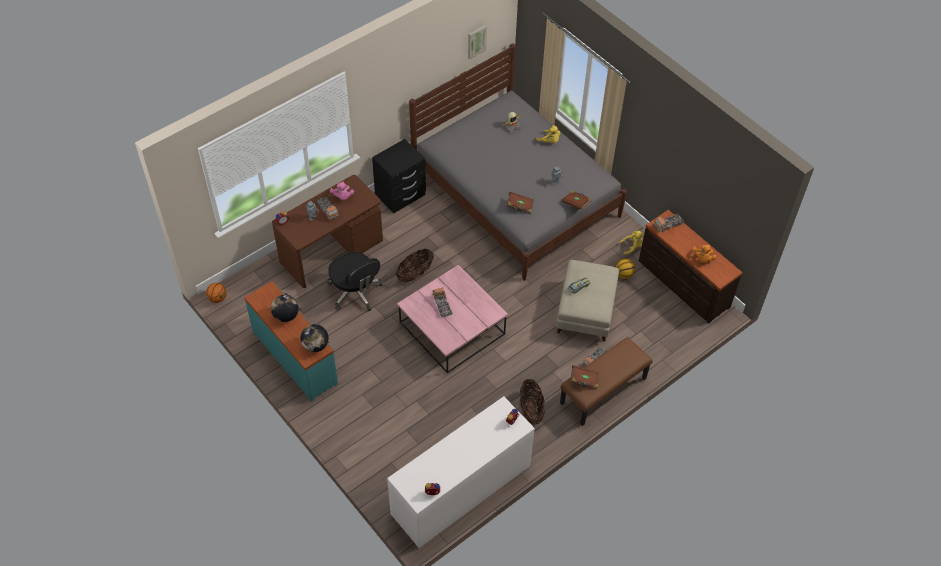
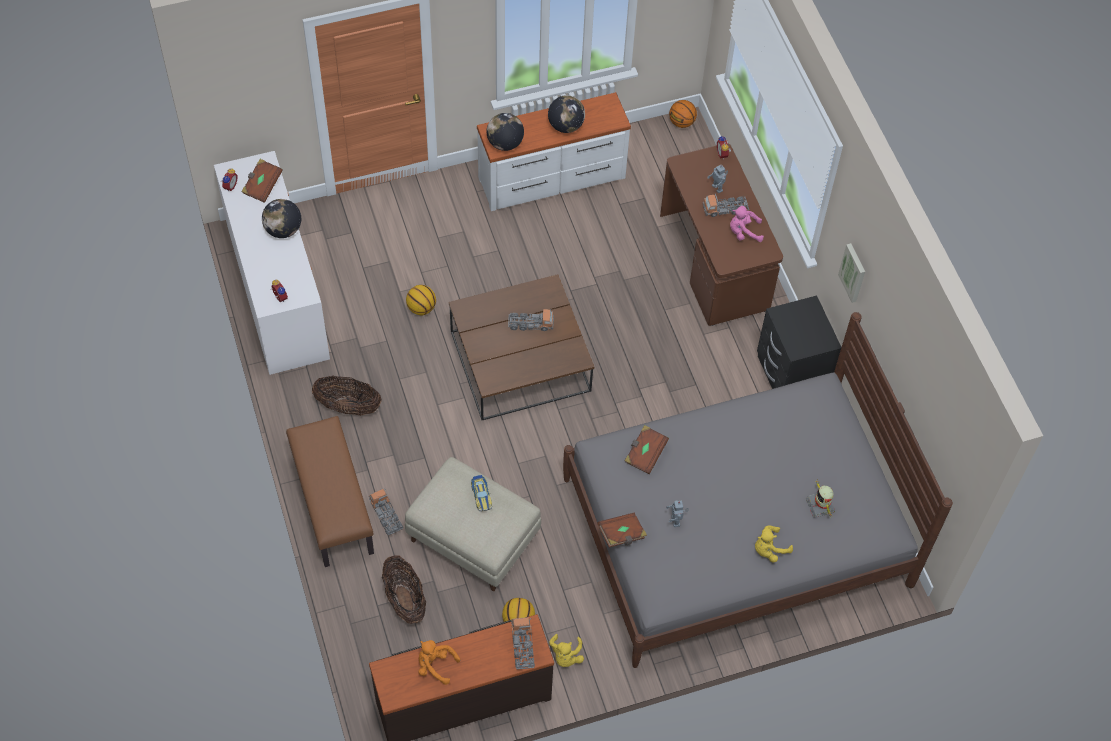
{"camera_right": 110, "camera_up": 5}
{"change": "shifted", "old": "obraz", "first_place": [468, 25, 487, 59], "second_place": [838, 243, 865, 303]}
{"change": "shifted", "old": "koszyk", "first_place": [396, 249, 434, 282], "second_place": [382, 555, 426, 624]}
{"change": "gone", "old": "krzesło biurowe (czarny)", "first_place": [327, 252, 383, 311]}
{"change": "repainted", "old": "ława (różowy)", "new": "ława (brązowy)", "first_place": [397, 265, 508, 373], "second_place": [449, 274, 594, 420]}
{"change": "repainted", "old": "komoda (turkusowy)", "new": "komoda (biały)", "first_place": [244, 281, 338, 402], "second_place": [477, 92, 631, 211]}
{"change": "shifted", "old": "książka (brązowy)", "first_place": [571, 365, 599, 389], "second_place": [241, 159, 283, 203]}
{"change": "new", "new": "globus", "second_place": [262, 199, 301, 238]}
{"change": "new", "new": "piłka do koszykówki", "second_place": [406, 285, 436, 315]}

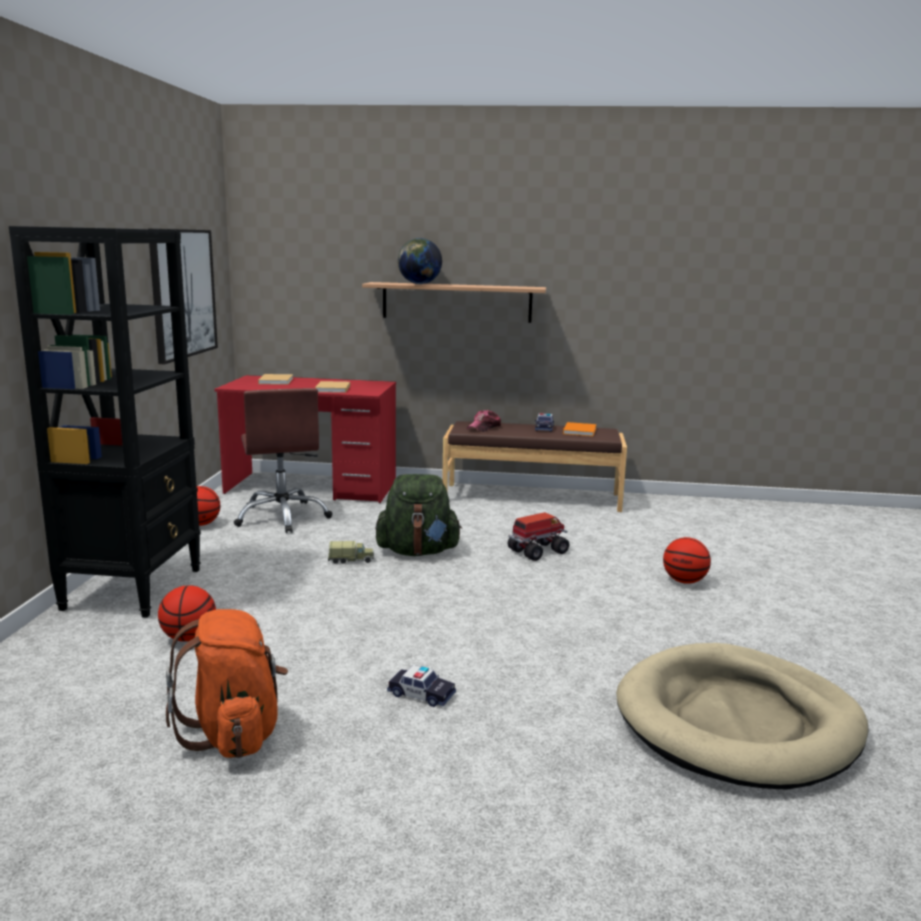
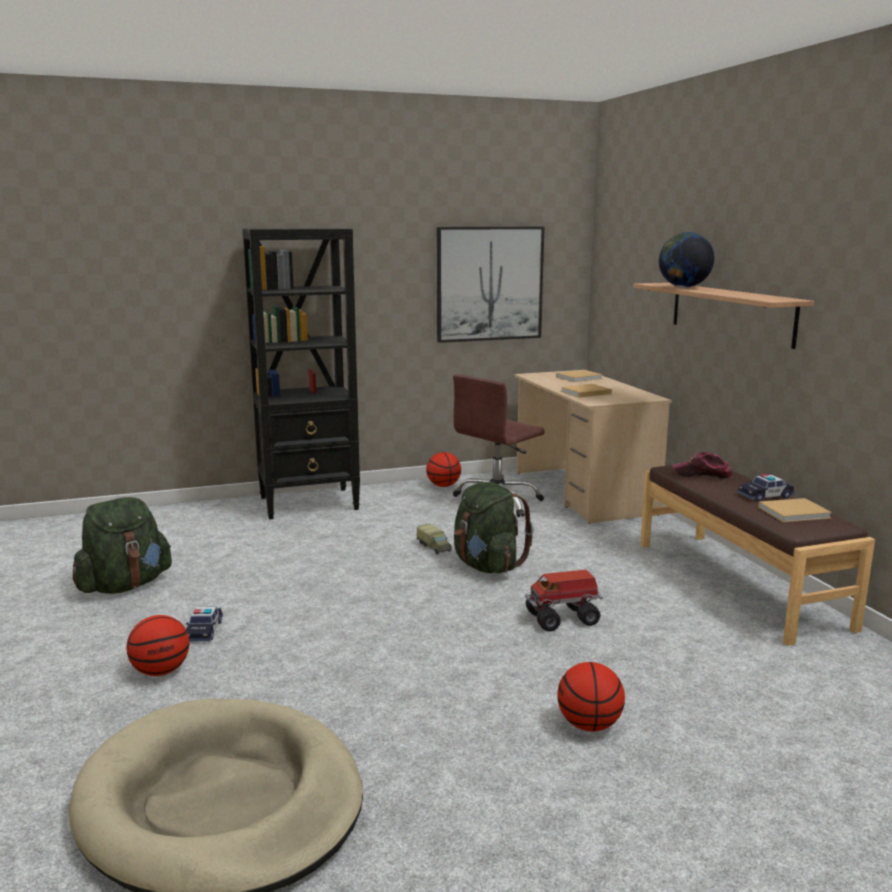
{"camera_right": 65, "camera_up": 0}
{"change": "repainted", "old": "biurko (czerwony)", "new": "biurko (beżowy)", "first_place": [214, 375, 396, 503], "second_place": [514, 370, 672, 524]}
{"change": "repainted", "old": "książka (pomarańczowy)", "new": "książka (beżowy)", "first_place": [563, 422, 597, 436], "second_place": [758, 498, 832, 522]}
{"change": "rotated", "old": "ciężarówka zabawkowa", "first_place": [508, 512, 569, 561], "second_place": [525, 570, 603, 632], "degrees": 135}
{"change": "shifted", "old": "piłka do koszykówki", "first_place": [158, 585, 216, 642], "second_place": [126, 615, 189, 676]}
{"change": "repainted", "old": "plecak (pomarańczowy)", "new": "plecak (zielony)", "first_place": [166, 609, 288, 758], "second_place": [73, 497, 172, 594]}

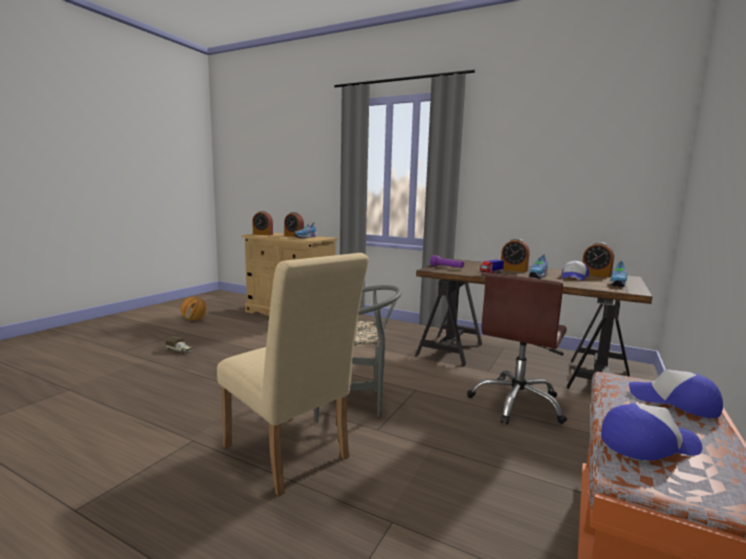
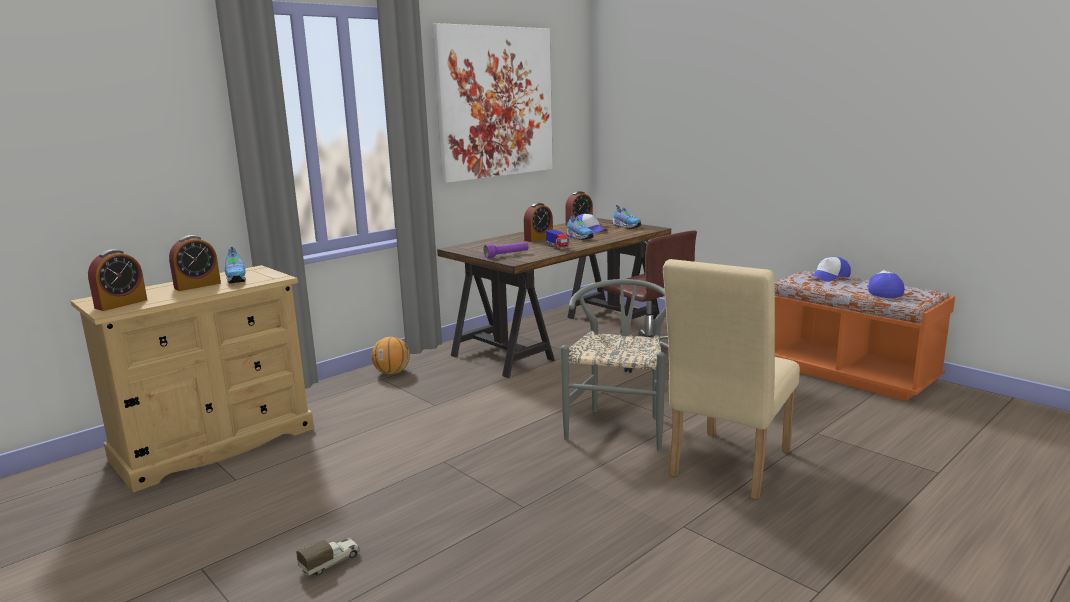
{"camera_right": -70, "camera_up": 5}
{"change": "rotated", "old": "krzesło (beżowy)", "first_place": [217, 253, 369, 497], "second_place": [663, 259, 800, 500], "degrees": 150}
{"change": "shifted", "old": "piłka do koszykówki", "first_place": [181, 297, 207, 321], "second_place": [371, 337, 410, 375]}
{"change": "new", "new": "obraz", "second_place": [432, 23, 553, 183]}

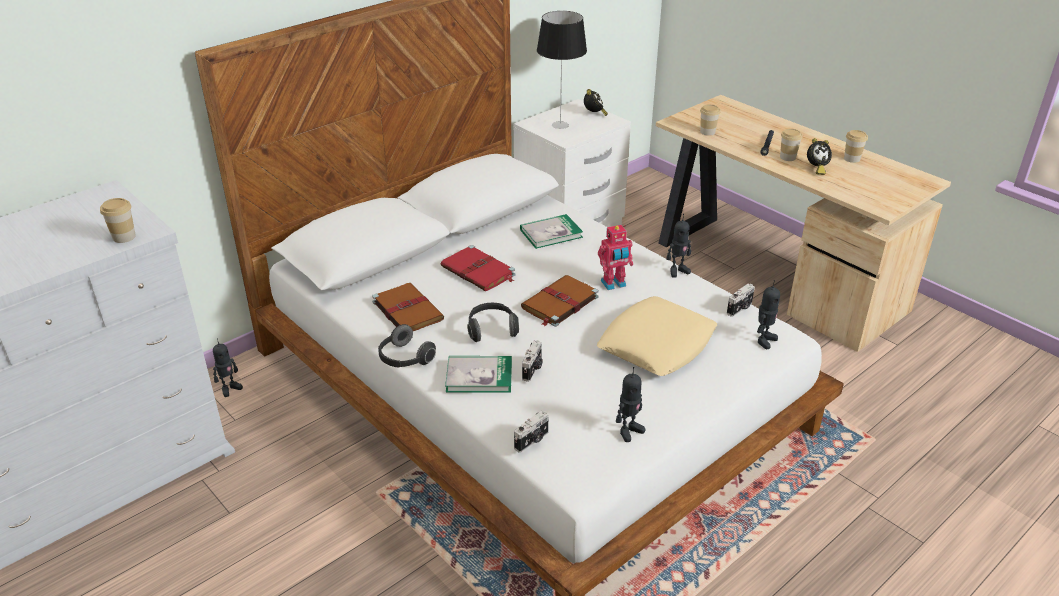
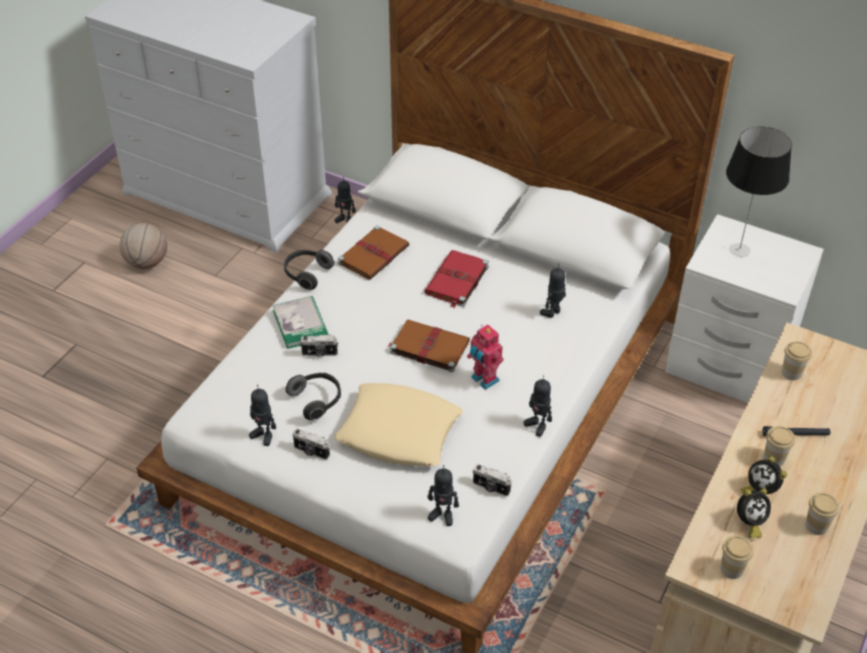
{"camera_right": 70, "camera_up": 10}
{"change": "shifted", "old": "budzik", "first_place": [584, 89, 608, 116], "second_place": [737, 488, 771, 538]}
{"change": "shifted", "old": "filiżanka", "first_place": [100, 198, 136, 243], "second_place": [720, 535, 754, 579]}
{"change": "swapped", "old": "książka", "new": "robot zabawkowy", "first_place": [520, 214, 583, 249], "second_place": [540, 263, 566, 318]}
{"change": "shifted", "old": "słuchawki", "first_place": [467, 303, 519, 342], "second_place": [286, 373, 341, 420]}
{"change": "shifted", "old": "aparat fotograficzny", "first_place": [514, 411, 548, 453], "second_place": [293, 429, 330, 460]}
{"change": "new", "new": "piłka do koszykówki", "second_place": [120, 223, 167, 269]}

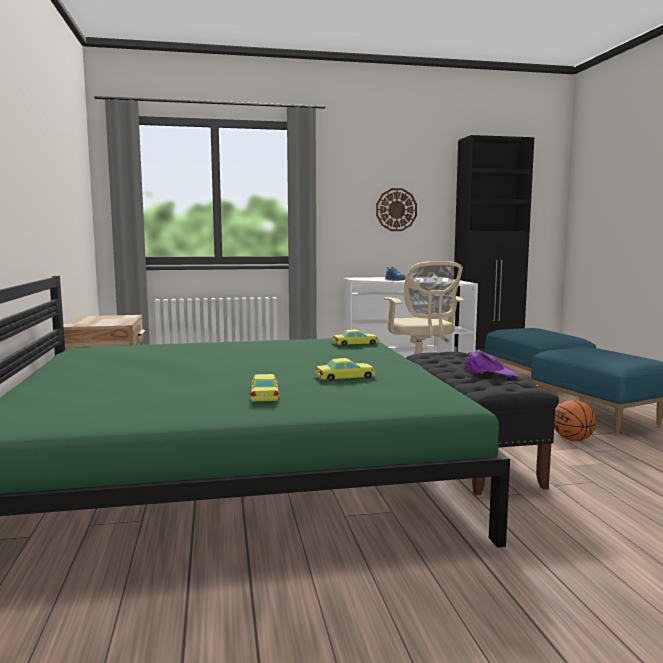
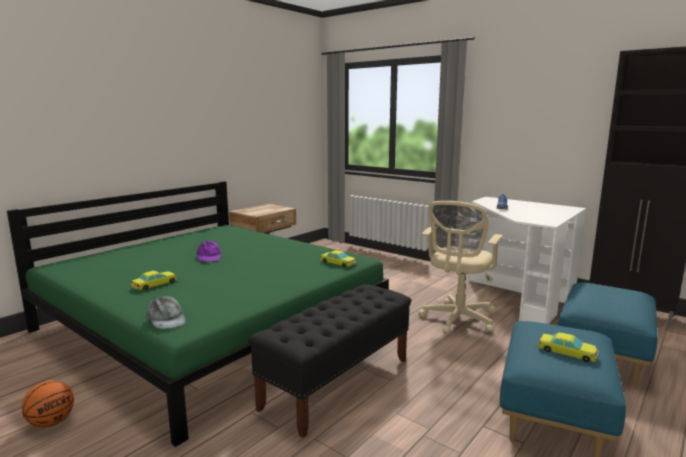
{"camera_right": 50, "camera_up": 5}
{"change": "gone", "old": "zegar ścienny", "first_place": [376, 188, 417, 231]}
{"change": "shifted", "old": "czapka z daszkiem (fioletowy)", "first_place": [464, 350, 517, 376], "second_place": [197, 241, 221, 262]}
{"change": "shifted", "old": "samochodzik (żółty)", "first_place": [314, 358, 376, 381], "second_place": [537, 332, 599, 362]}
{"change": "shifted", "old": "piłka do koszykówki", "first_place": [554, 400, 596, 441], "second_place": [22, 380, 74, 428]}
{"change": "new", "new": "czapka z daszkiem (szary)", "second_place": [146, 296, 186, 329]}

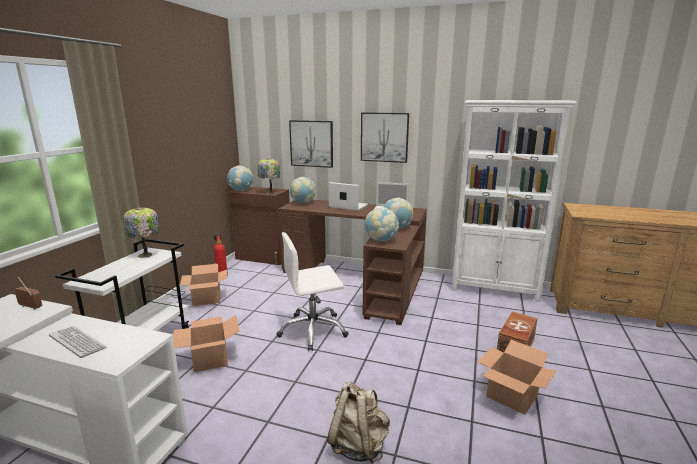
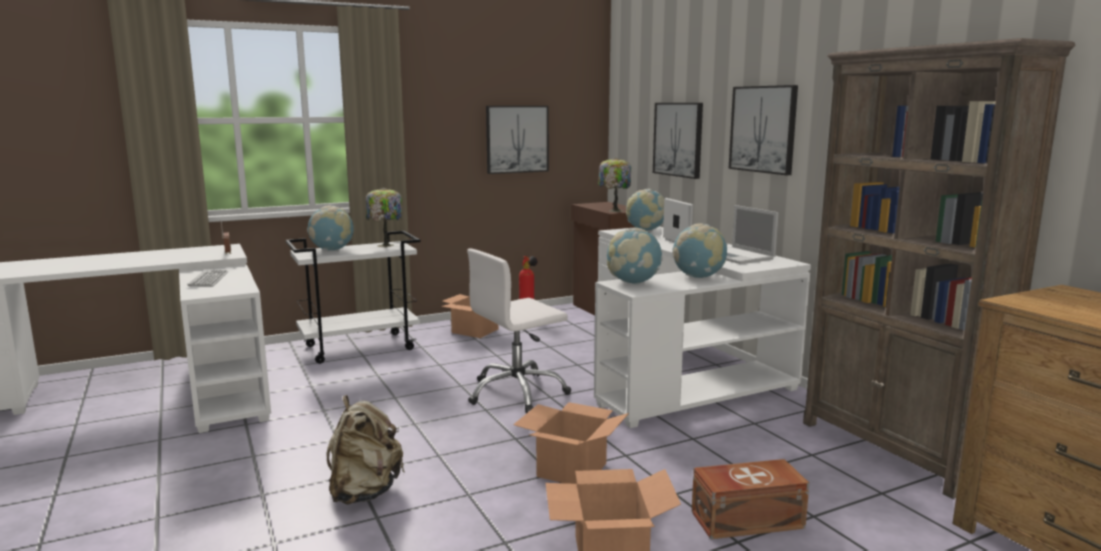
{"camera_right": 45, "camera_up": -5}
{"change": "repainted", "old": "regał (biały)", "new": "regał (brązowy)", "first_place": [452, 100, 577, 302], "second_place": [803, 38, 1075, 499]}
{"change": "shifted", "old": "globus", "first_place": [227, 165, 253, 191], "second_place": [307, 206, 354, 250]}
{"change": "repainted", "old": "biurko (brązowy)", "new": "biurko (biały)", "first_place": [278, 200, 427, 325], "second_place": [594, 226, 811, 428]}
{"change": "rotated", "old": "krzesło biurowe (biały)", "first_place": [277, 232, 349, 351], "second_place": [467, 249, 571, 413], "degrees": -60}
{"change": "shifted", "old": "karton", "first_place": [173, 315, 239, 372], "second_place": [513, 402, 629, 484]}
{"change": "new", "new": "obraz", "second_place": [486, 106, 549, 174]}

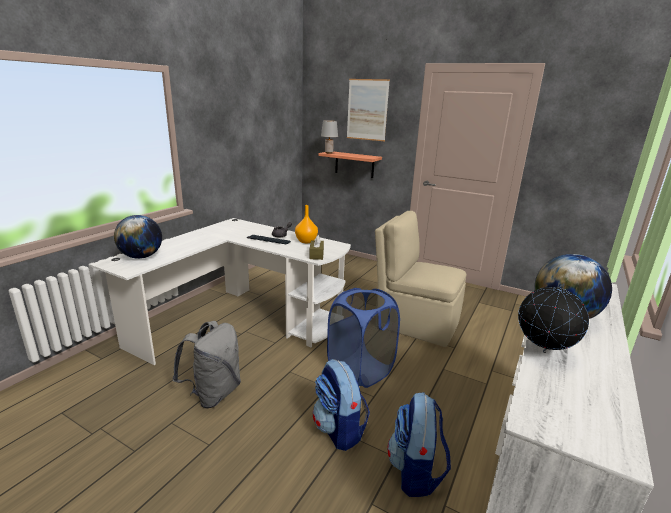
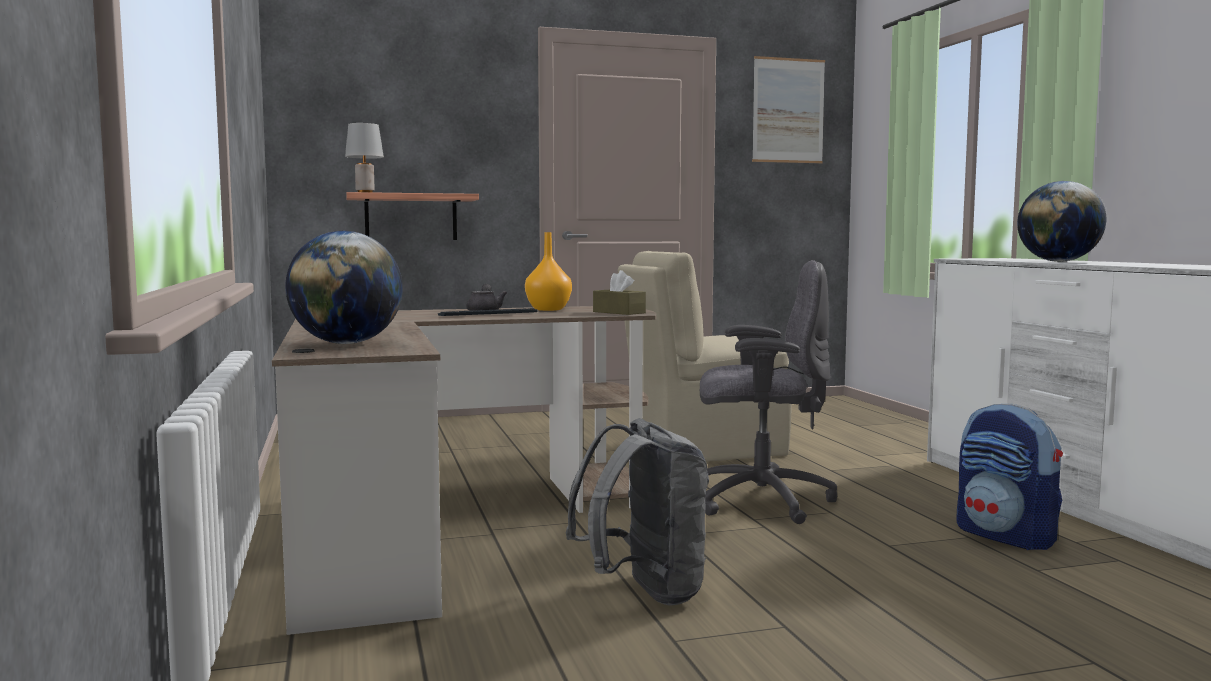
{"camera_right": -45, "camera_up": -15}
{"change": "shifted", "old": "obraz", "first_place": [347, 79, 390, 141], "second_place": [752, 56, 825, 163]}
{"change": "repainted", "old": "biurko (biały)", "new": "biurko (brązowy)", "first_place": [89, 218, 351, 365], "second_place": [272, 306, 656, 635]}
{"change": "gone", "old": "globus", "first_place": [518, 283, 589, 353]}
{"change": "swapped", "old": "kosz na pranie (niebieski)", "new": "krzesło biurowe (szary)", "first_place": [327, 288, 400, 388], "second_place": [700, 260, 837, 524]}
{"change": "gone", "old": "plecak", "first_place": [313, 359, 370, 451]}

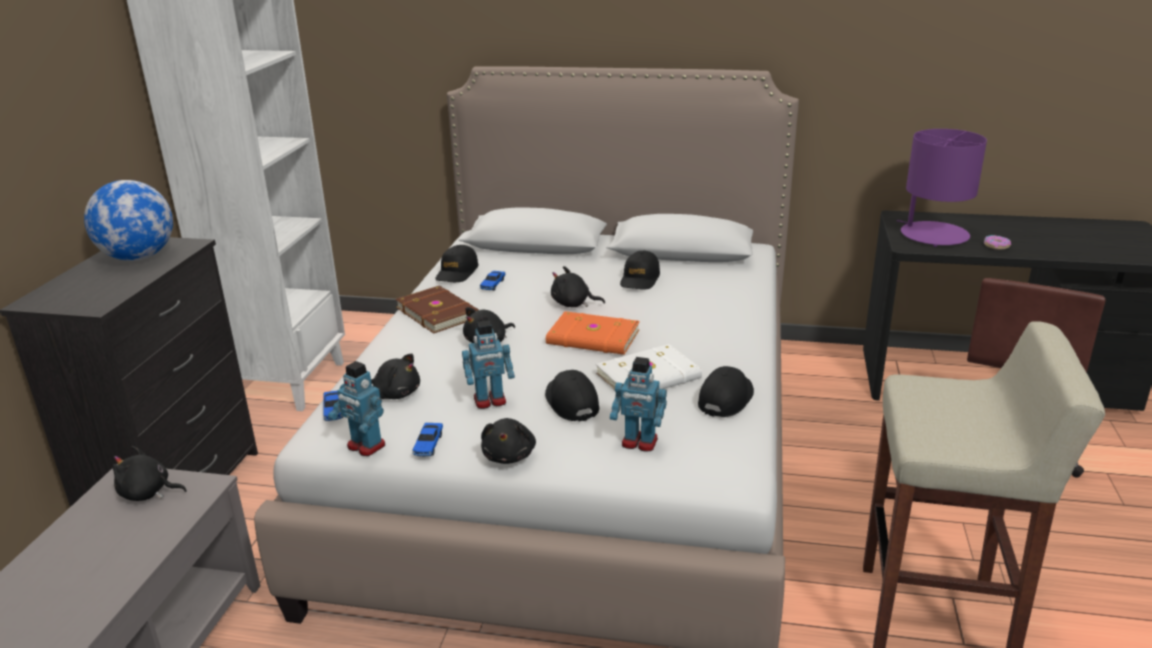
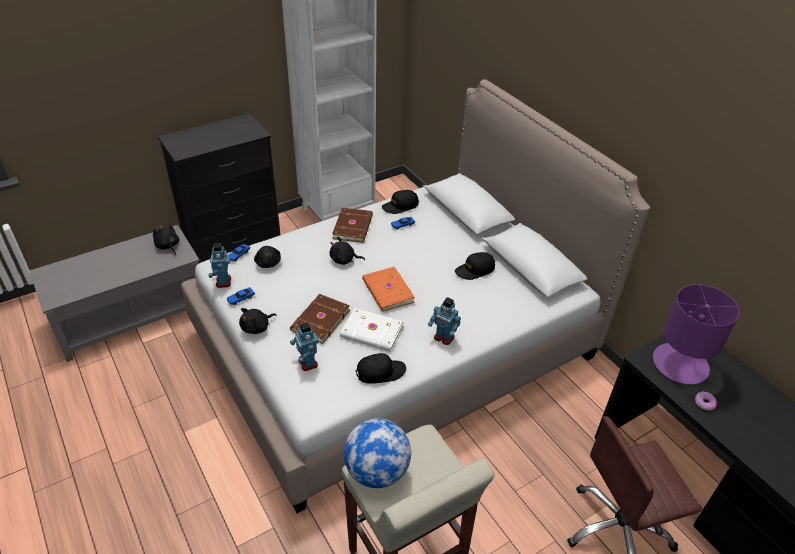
{"camera_right": 45, "camera_up": 15}
{"change": "shifted", "old": "globus", "first_place": [84, 180, 173, 261], "second_place": [344, 418, 411, 488]}
{"change": "gone", "old": "pluszak (czarny)", "first_place": [551, 266, 605, 307]}
{"change": "shifted", "old": "robot zabawkowy", "first_place": [462, 320, 515, 409], "second_place": [428, 297, 461, 345]}
{"change": "swapped", "old": "czapka z daszkiem (czarny)", "new": "książka (brązowy)", "first_place": [545, 370, 599, 422], "second_place": [290, 294, 350, 344]}

